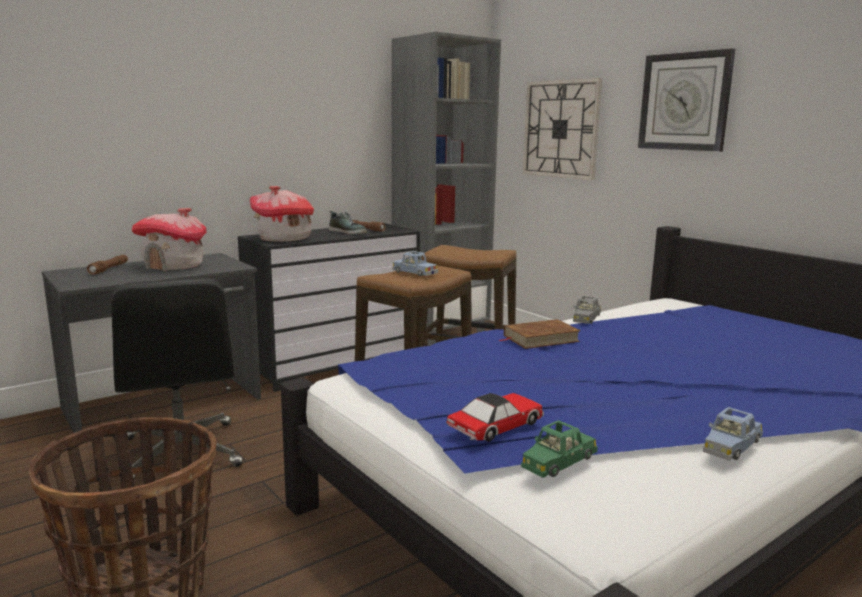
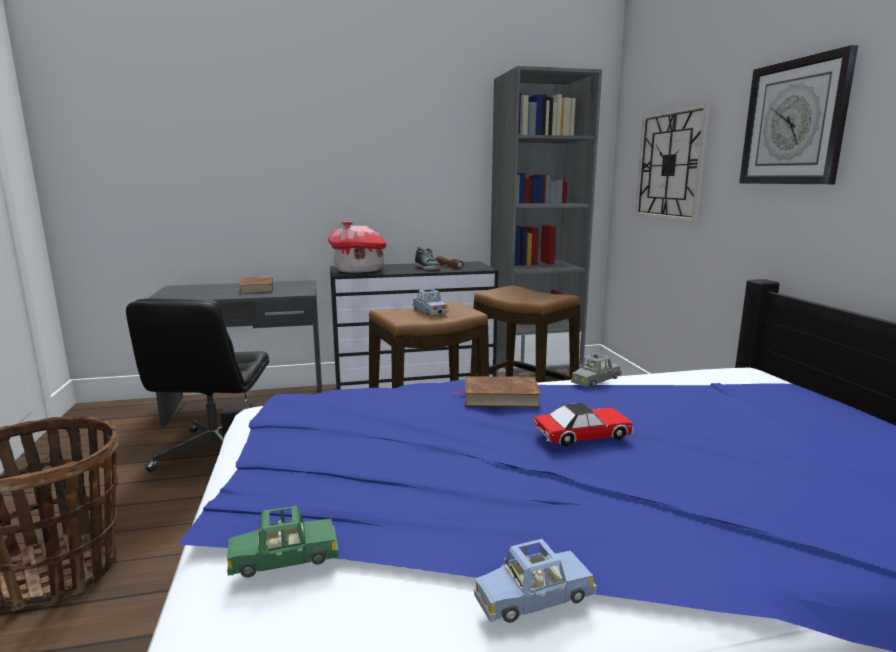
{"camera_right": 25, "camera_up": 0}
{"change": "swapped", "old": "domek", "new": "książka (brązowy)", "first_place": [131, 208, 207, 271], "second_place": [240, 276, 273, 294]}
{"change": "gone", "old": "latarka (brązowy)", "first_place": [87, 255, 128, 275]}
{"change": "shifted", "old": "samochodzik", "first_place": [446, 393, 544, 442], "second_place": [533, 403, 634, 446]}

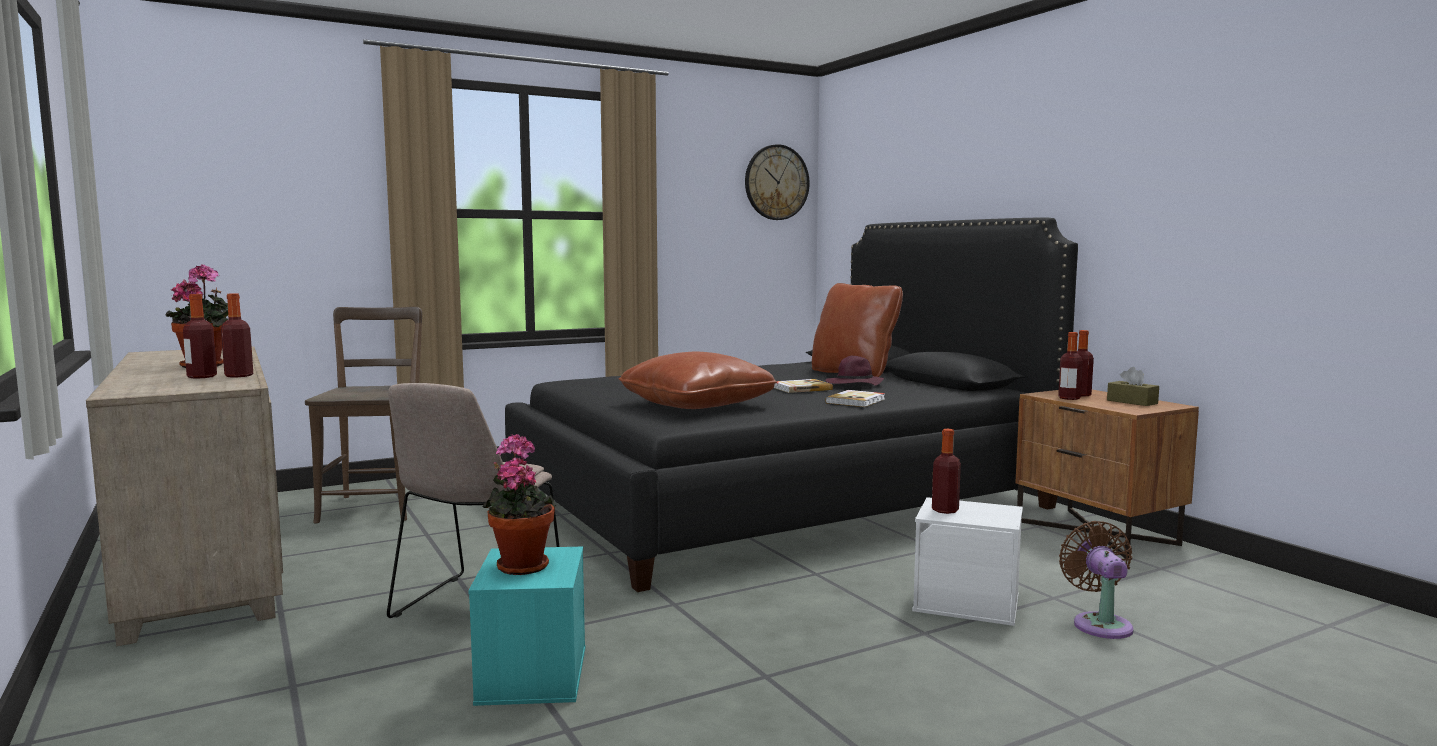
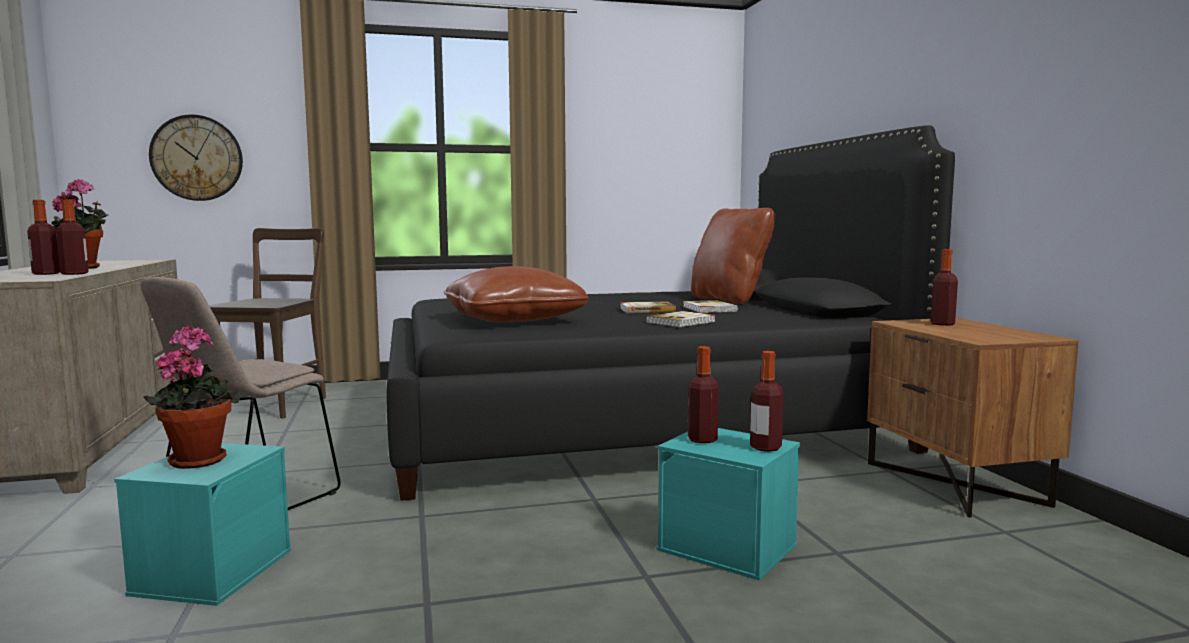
{"camera_right": 15, "camera_up": 0}
{"change": "shifted", "old": "zegar ścienny", "first_place": [745, 144, 810, 220], "second_place": [149, 114, 243, 201]}
{"change": "shifted", "old": "butelka", "first_place": [1058, 332, 1083, 400], "second_place": [750, 351, 784, 452]}
{"change": "swapped", "old": "kapelusz (fioletowy)", "new": "książka", "first_place": [826, 356, 884, 386], "second_place": [683, 300, 738, 313]}
{"change": "gone", "old": "pudełko chusteczek (brązowy)", "first_place": [1107, 367, 1159, 406]}
{"change": "repainted", "old": "pojemnik do przechowywania (biały)", "new": "pojemnik do przechowywania (turkusowy)", "first_place": [912, 497, 1023, 626], "second_place": [657, 428, 800, 581]}
{"change": "gone", "old": "wentylator (brązowy)", "first_place": [1059, 521, 1134, 639]}

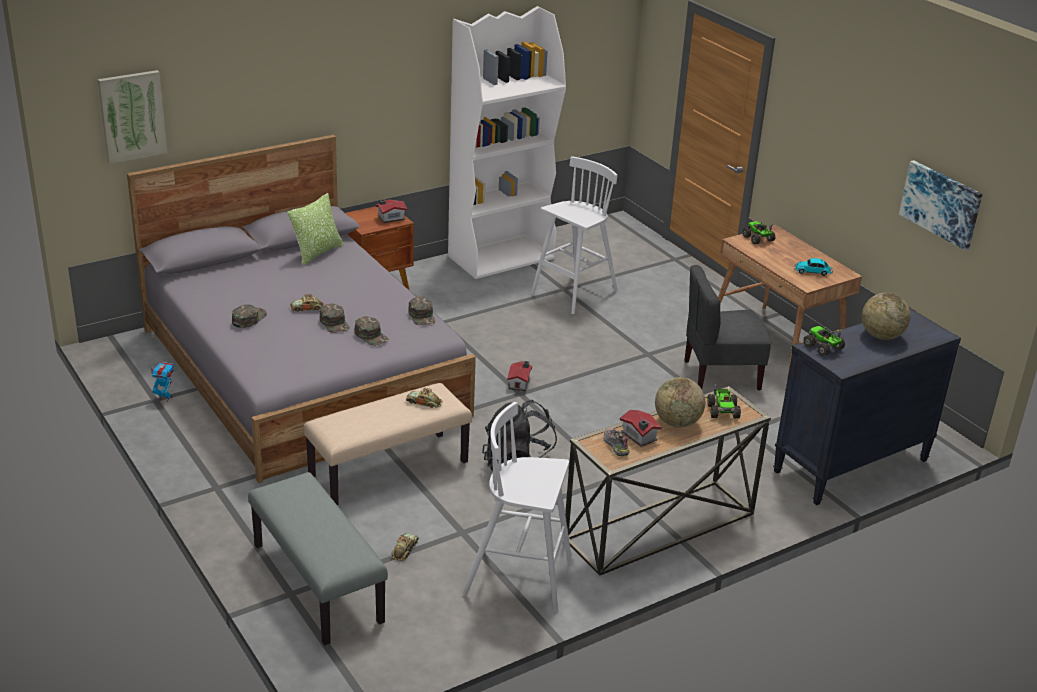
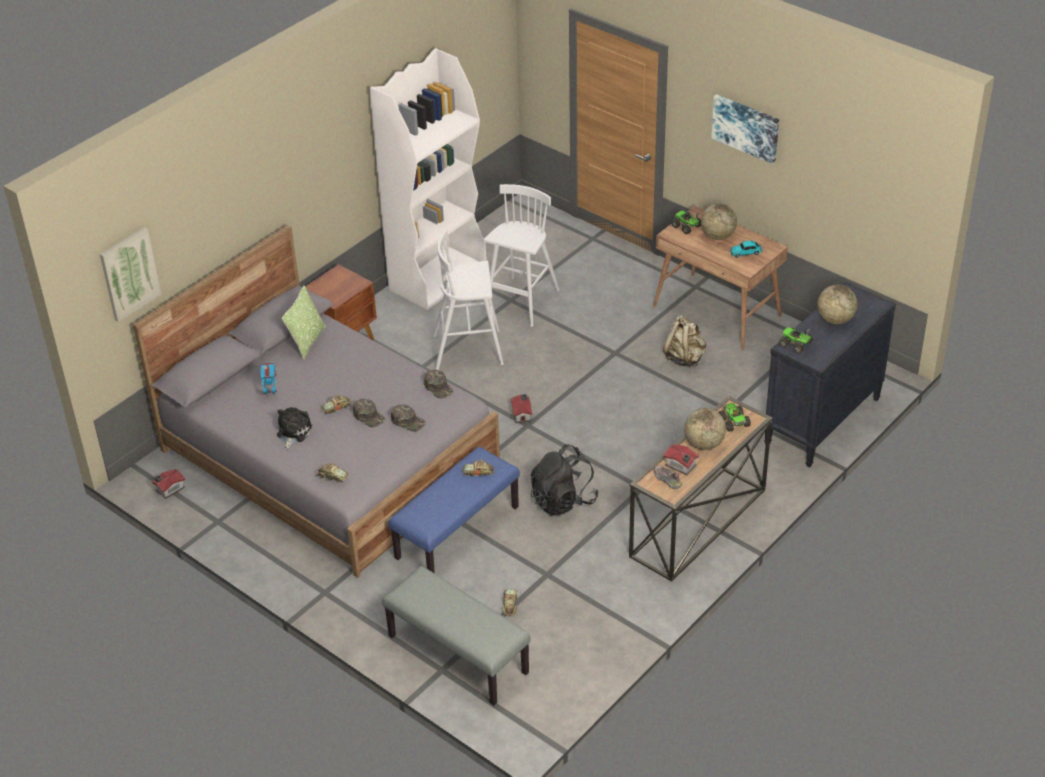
{"camera_right": -15, "camera_up": 10}
{"change": "shifted", "old": "obraz", "first_place": [899, 160, 982, 250], "second_place": [711, 94, 779, 164]}
{"change": "shifted", "old": "domek", "first_place": [376, 199, 407, 223], "second_place": [152, 469, 185, 499]}
{"change": "swapped", "old": "krzesło (szary)", "new": "plecak (beżowy)", "first_place": [684, 265, 771, 390], "second_place": [663, 316, 706, 367]}
{"change": "swapped", "old": "czapka z daszkiem (zielony)", "new": "pluszak", "first_place": [232, 305, 267, 328], "second_place": [277, 407, 312, 449]}
{"change": "shifted", "old": "robot zabawkowy", "first_place": [149, 362, 175, 401], "second_place": [258, 362, 277, 398]}
{"change": "repainted", "old": "ławka (beżowy)", "new": "ławka (niebieski)", "first_place": [304, 383, 472, 505], "second_place": [388, 447, 520, 573]}
{"change": "shifted", "old": "stołek (biały)", "first_place": [462, 402, 572, 613], "second_place": [433, 230, 504, 370]}
{"change": "new", "new": "globus", "second_place": [701, 204, 737, 240]}
{"change": "new", "new": "samochodzik", "second_place": [316, 463, 348, 482]}

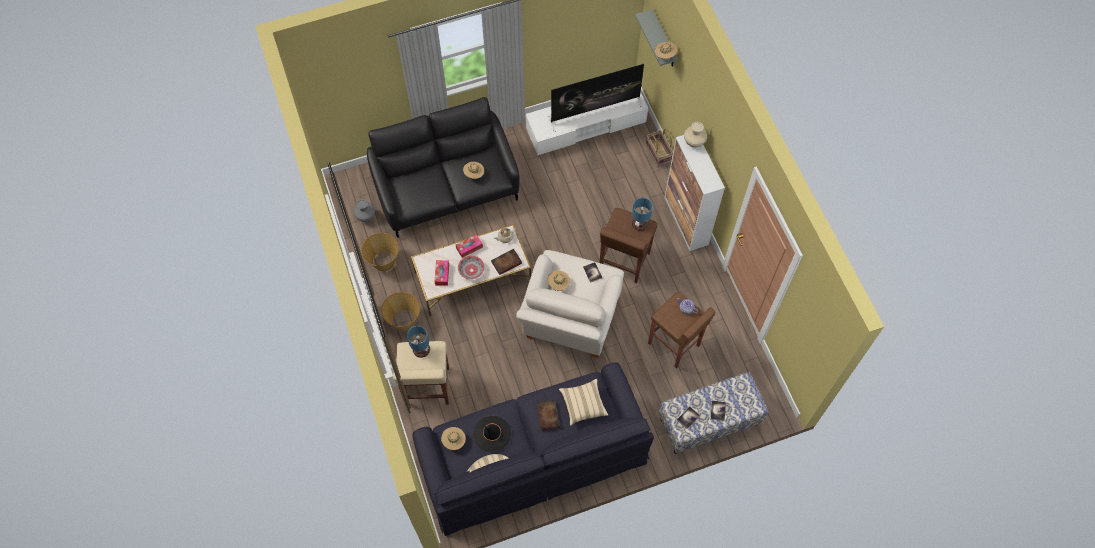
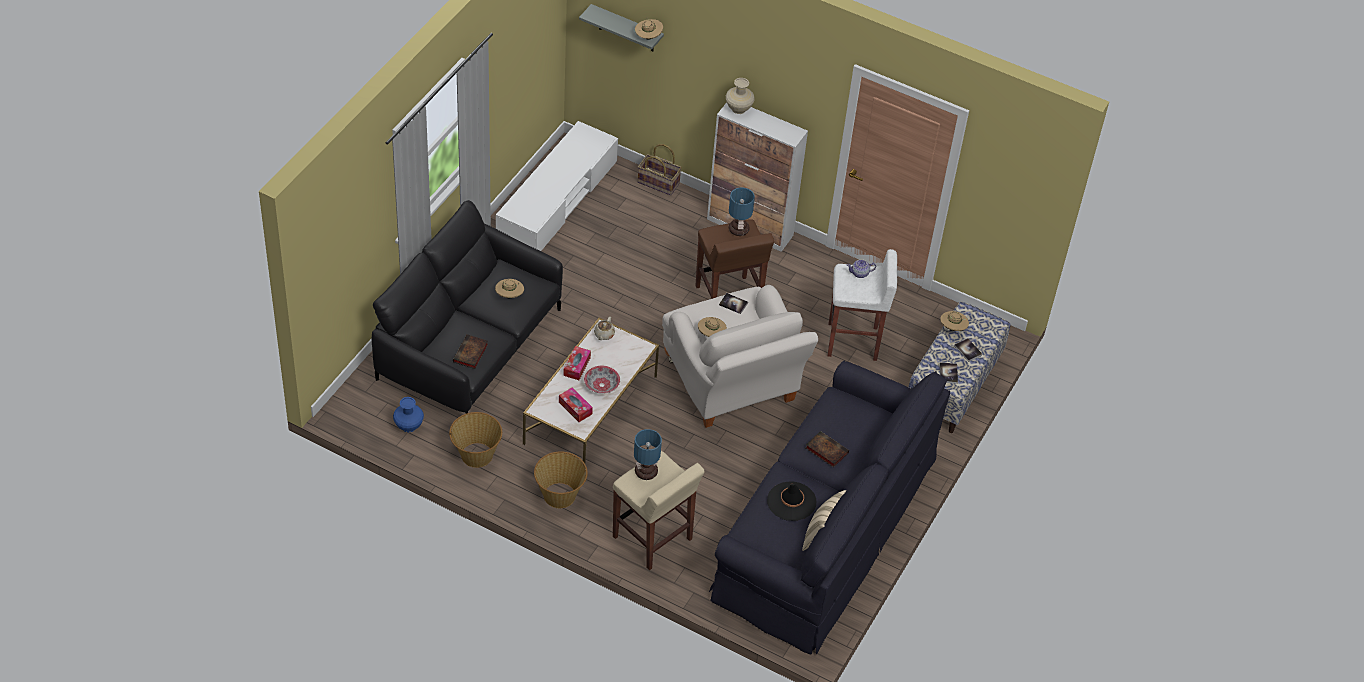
{"camera_right": -45, "camera_up": -15}
{"change": "gone", "old": "telewizor", "first_place": [548, 64, 644, 132]}
{"change": "repainted", "old": "wazon (szary)", "new": "wazon (niebieski)", "first_place": [354, 199, 375, 222], "second_place": [393, 397, 424, 432]}
{"change": "shifted", "old": "książka", "first_place": [491, 249, 522, 275], "second_place": [453, 334, 488, 369]}
{"change": "repainted", "old": "stołek (brązowy)", "new": "stołek (biały)", "first_place": [648, 292, 715, 369], "second_place": [827, 249, 897, 361]}
{"change": "gone", "old": "poduszka (beżowy)", "first_place": [559, 379, 608, 426]}
{"change": "shifted", "old": "kapelusz (beżowy)", "first_place": [441, 427, 466, 450], "second_place": [940, 311, 969, 331]}

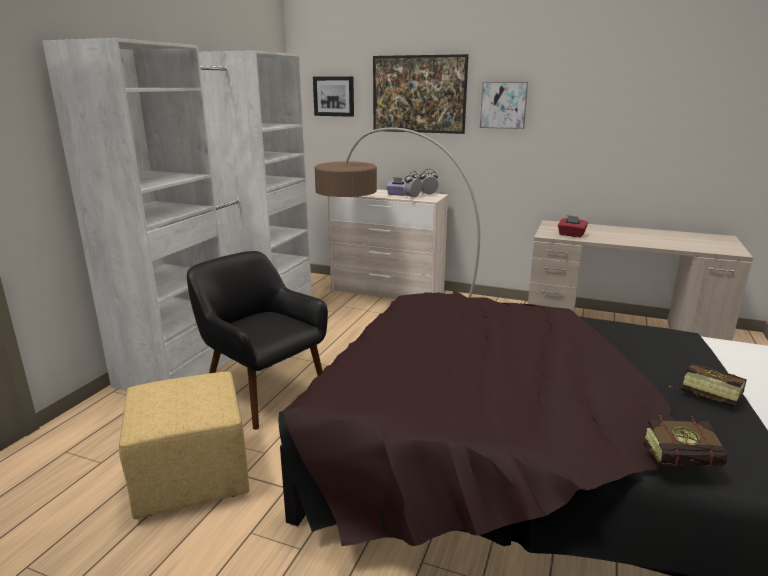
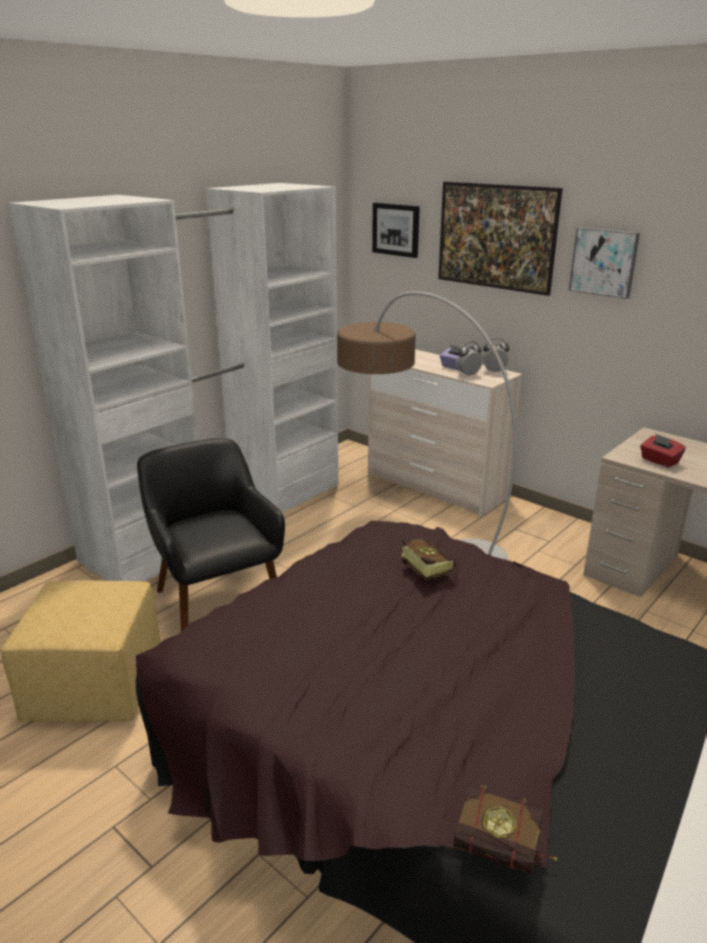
{"camera_right": 20, "camera_up": 5}
{"change": "shifted", "old": "książka", "first_place": [669, 364, 747, 408], "second_place": [401, 539, 456, 583]}

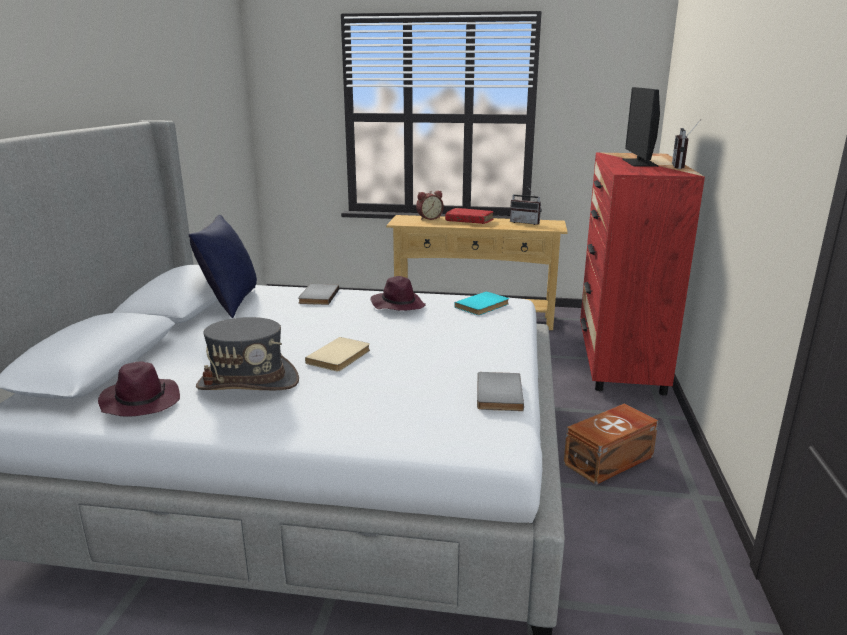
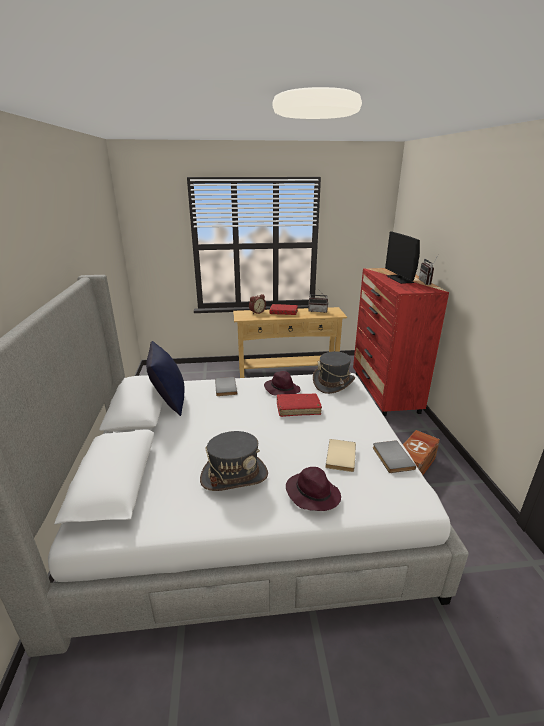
{"camera_right": -15, "camera_up": 5}
{"change": "swapped", "old": "książka (turkusowy)", "new": "kapelusz (szary)", "first_place": [454, 291, 509, 315], "second_place": [313, 351, 355, 394]}
{"change": "shifted", "old": "książka (beżowy)", "first_place": [305, 337, 370, 372], "second_place": [325, 439, 356, 472]}
{"change": "shifted", "old": "kapelusz (fioletowy)", "first_place": [98, 362, 180, 417], "second_place": [286, 467, 341, 511]}
{"change": "new", "new": "książka (czerwony)", "second_place": [277, 393, 322, 417]}

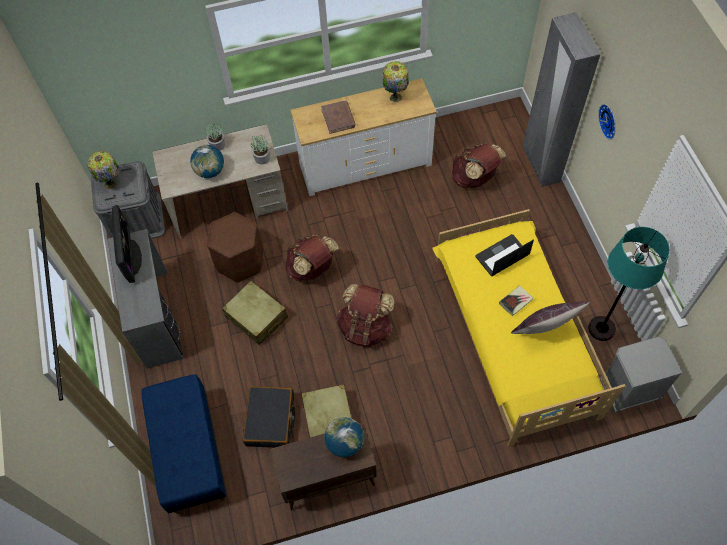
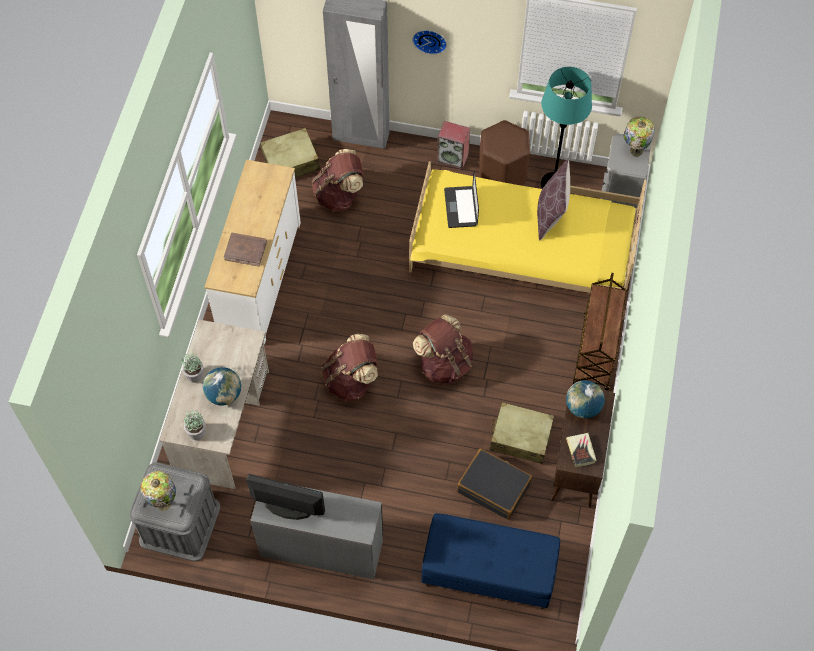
{"camera_right": -65, "camera_up": 0}
{"change": "shifted", "old": "lampa stołowa", "first_place": [382, 61, 409, 102], "second_place": [624, 116, 655, 157]}
{"change": "shifted", "old": "roślina doniczkowa", "first_place": [251, 135, 270, 164], "second_place": [184, 410, 206, 440]}
{"change": "shifted", "old": "stołek (brązowy)", "first_place": [207, 212, 263, 283], "second_place": [479, 120, 530, 186]}
{"change": "shifted", "old": "walizka (beżowy)", "first_place": [222, 281, 288, 345], "second_place": [260, 128, 320, 178]}
{"change": "shifted", "old": "książka", "first_place": [499, 285, 533, 316], "second_place": [566, 433, 597, 467]}
{"change": "new", "new": "głośnik", "second_place": [437, 121, 470, 170]}
{"change": "new", "new": "wózek (brązowy)", "second_place": [573, 273, 627, 390]}

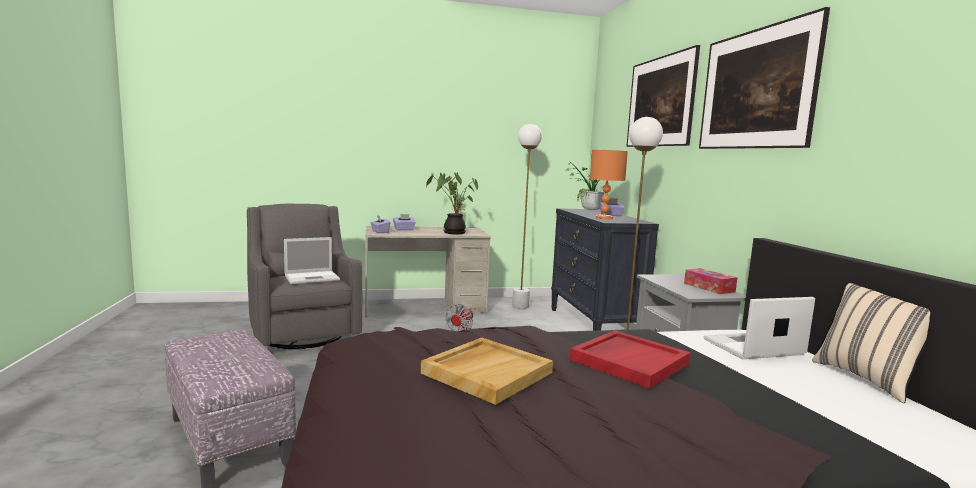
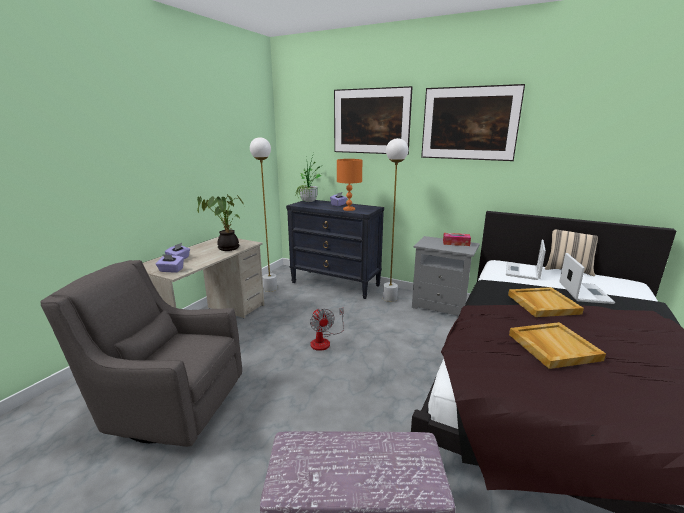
{"camera_right": -50, "camera_up": 10}
{"change": "shifted", "old": "laptop", "first_place": [284, 237, 340, 284], "second_place": [559, 253, 615, 304]}
{"change": "repainted", "old": "taca (czerwony)", "new": "taca (beżowy)", "first_place": [570, 330, 691, 389], "second_place": [508, 287, 584, 317]}

